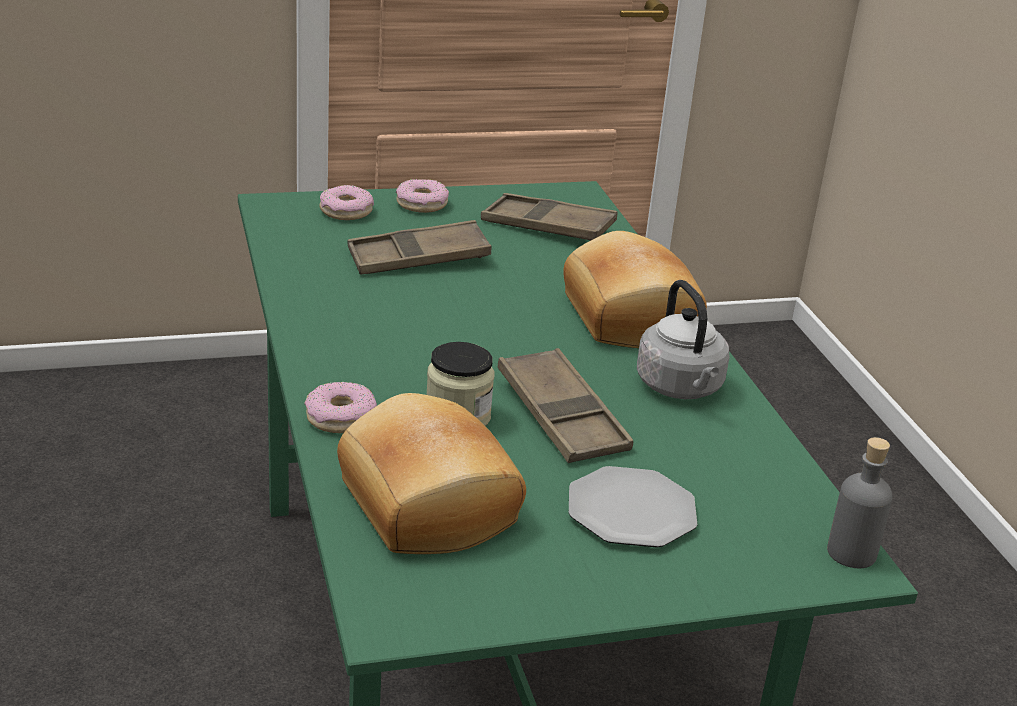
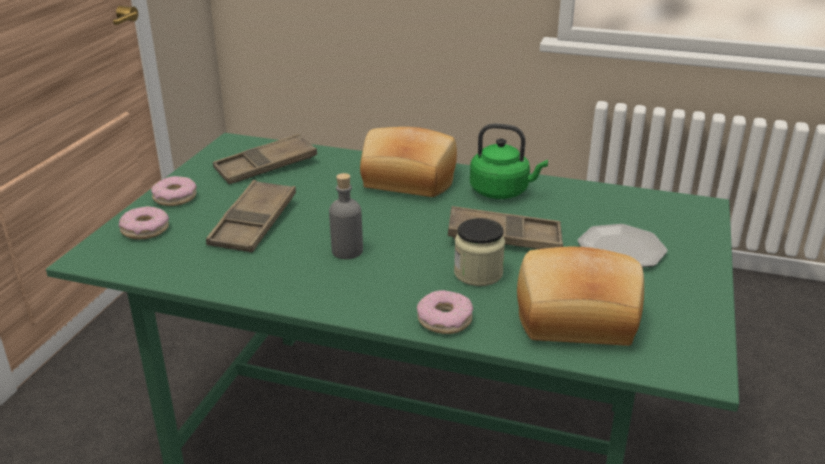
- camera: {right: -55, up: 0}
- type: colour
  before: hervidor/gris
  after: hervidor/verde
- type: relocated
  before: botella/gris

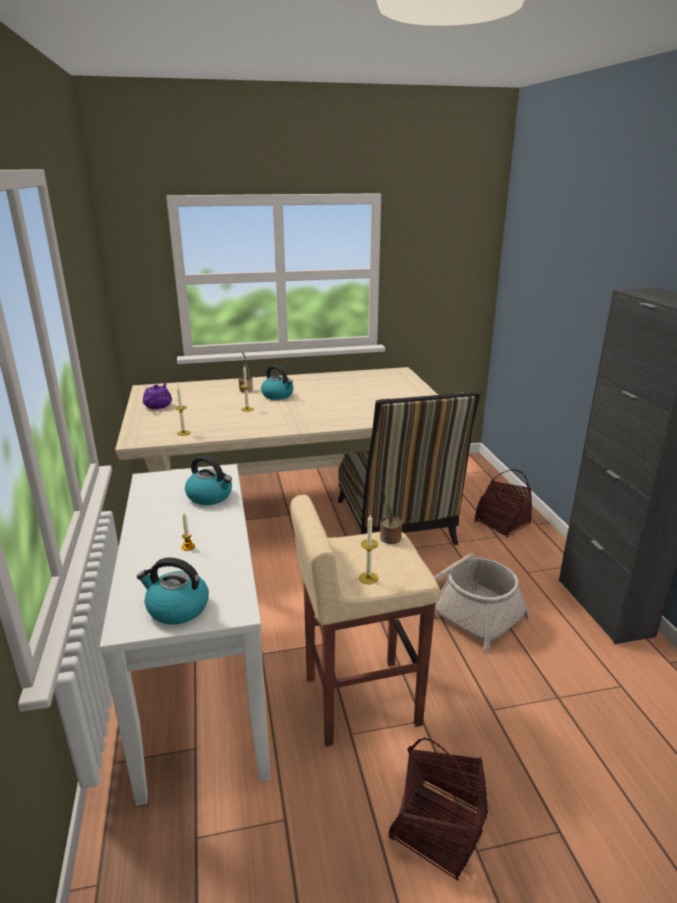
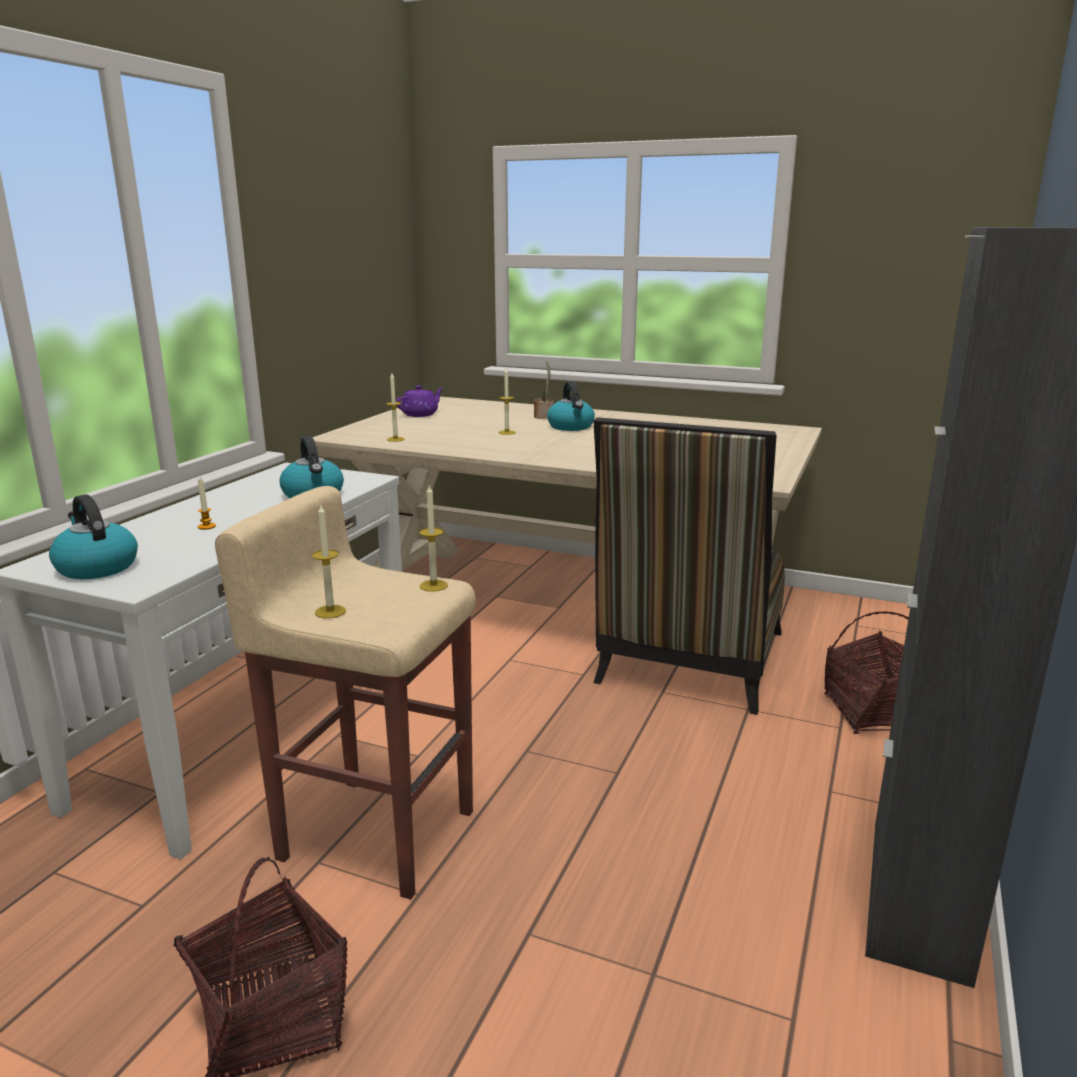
- camera: {right: 35, up: -5}
- type: exchanged
  before: planta en maceta (no. 2 from left)
  after: vela (no. 4 from left)
- type: missing
  before: cesta (no. 2 from left)

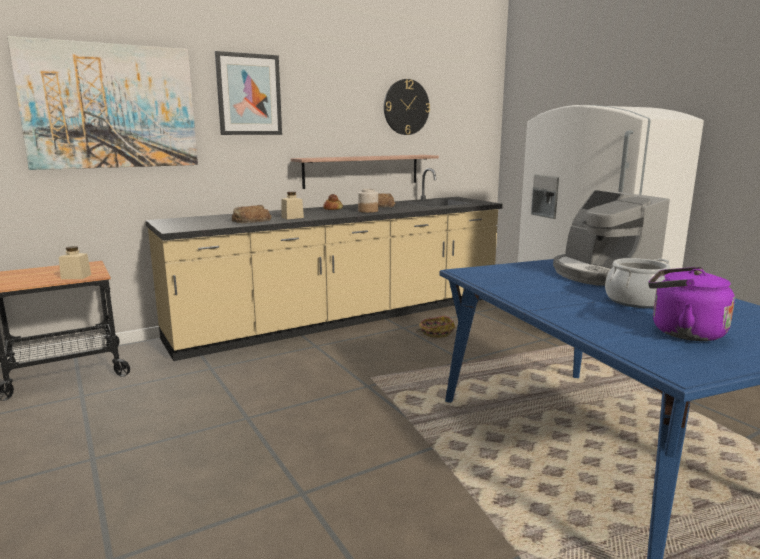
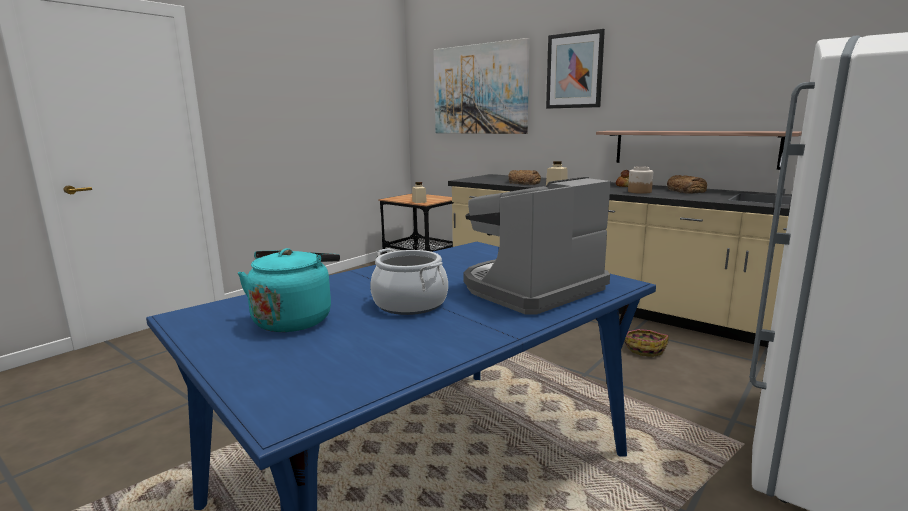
- camera: {right: 70, up: 0}
- type: missing
  before: reloj de pared
- type: colour
  before: hervidor/morado
  after: hervidor/turquesa

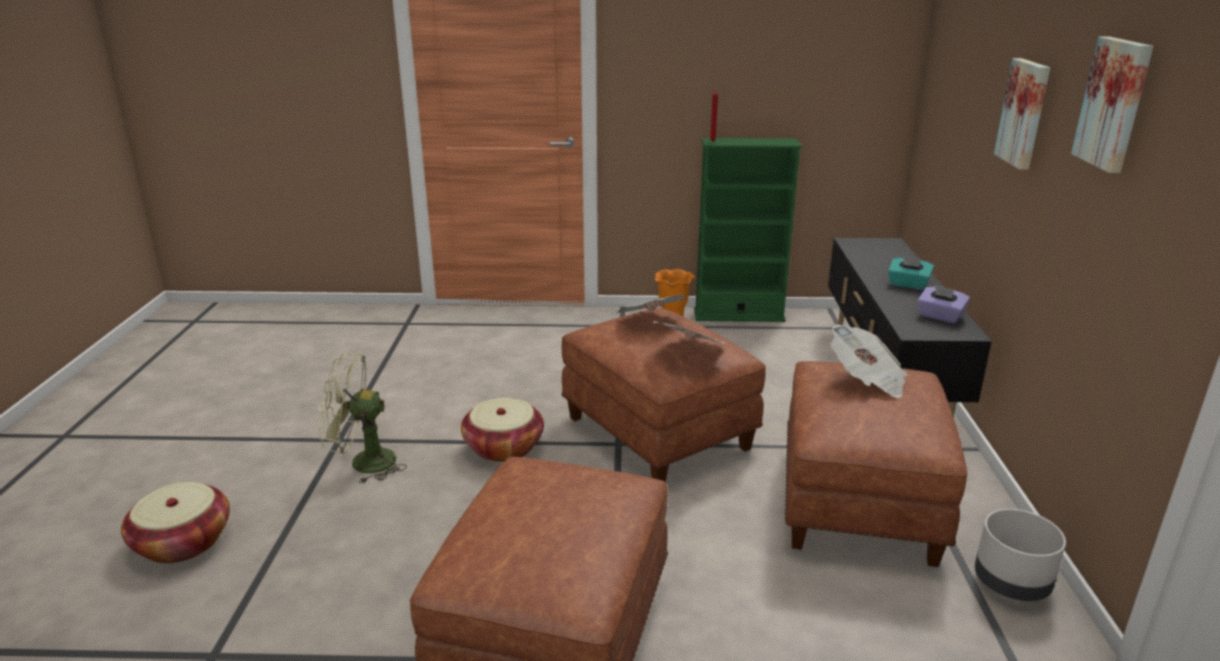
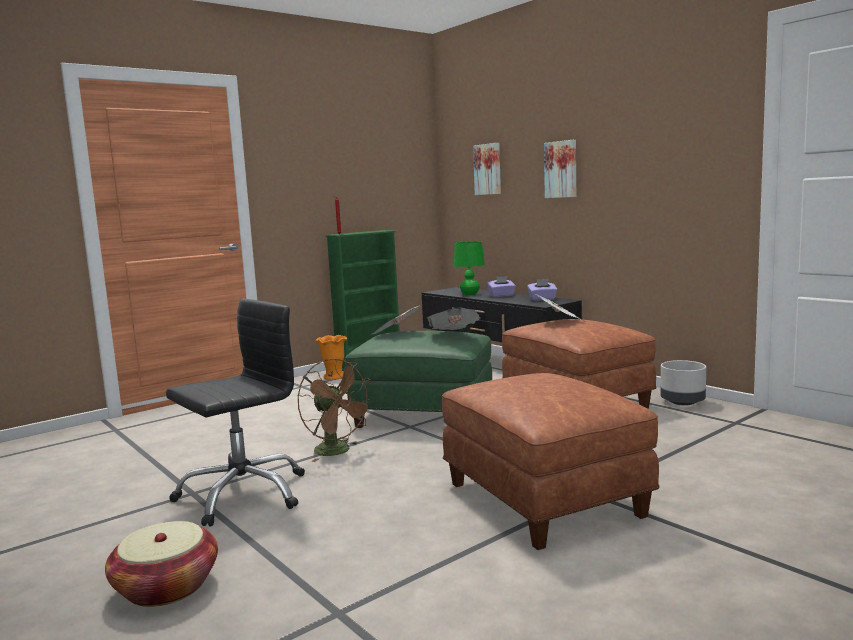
- camera: {right: -40, up: -15}
- type: exchanged
  before: ventilador/verde
  after: silla de oficina/negro
- type: exchanged
  before: cesta (no. 2 from left)
  after: ventilador/marrón
- type: colour
  before: puf/marrón (no. 2 from left)
  after: puf/verde
- type: colour
  before: caja de pañuelos/turquesa
  after: caja de pañuelos/morado (no. 1 from left)
- type: relocated
  before: cuadro (no. 2 from left in the first image)
  after: cuadro (no. 1 from left)
- type: appeared
  after: lámpara de mesa/verde

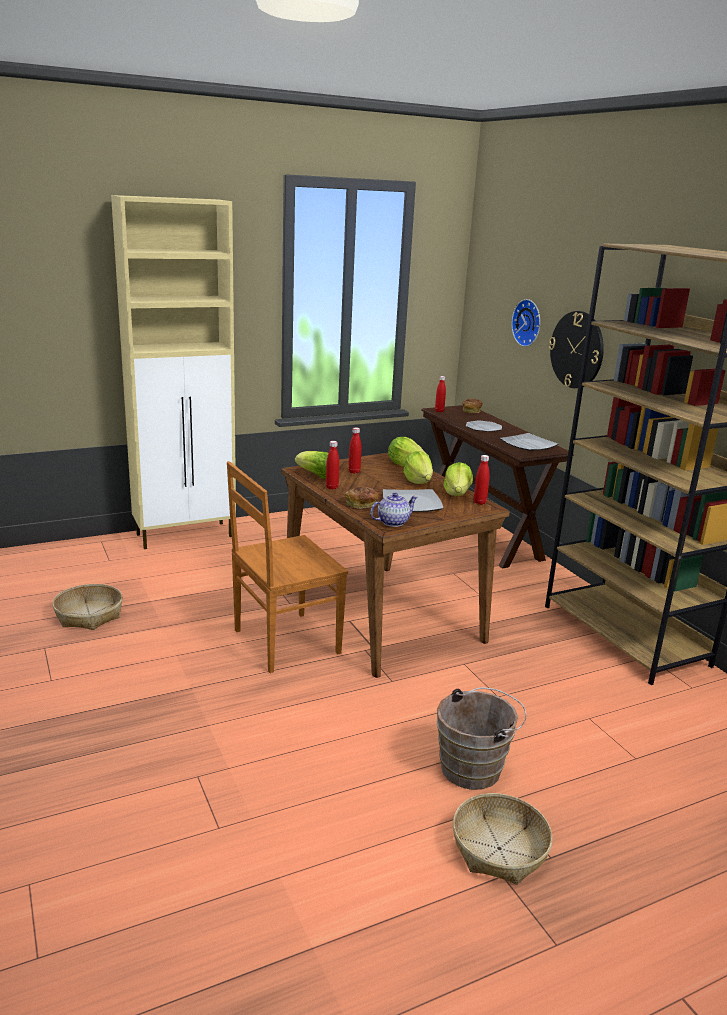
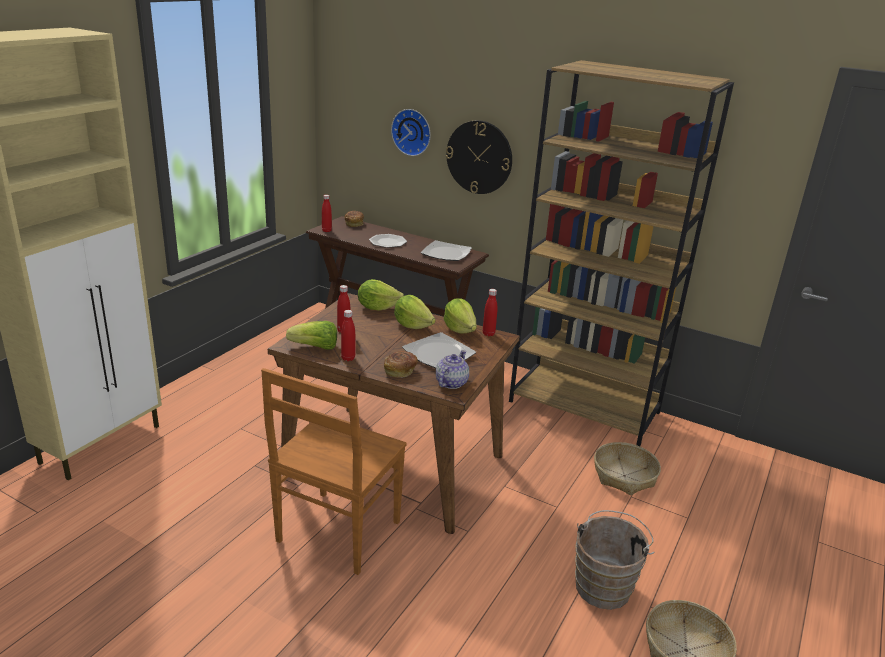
- camera: {right: -35, up: 5}
- type: relocated
  before: cesta (no. 1 from left)

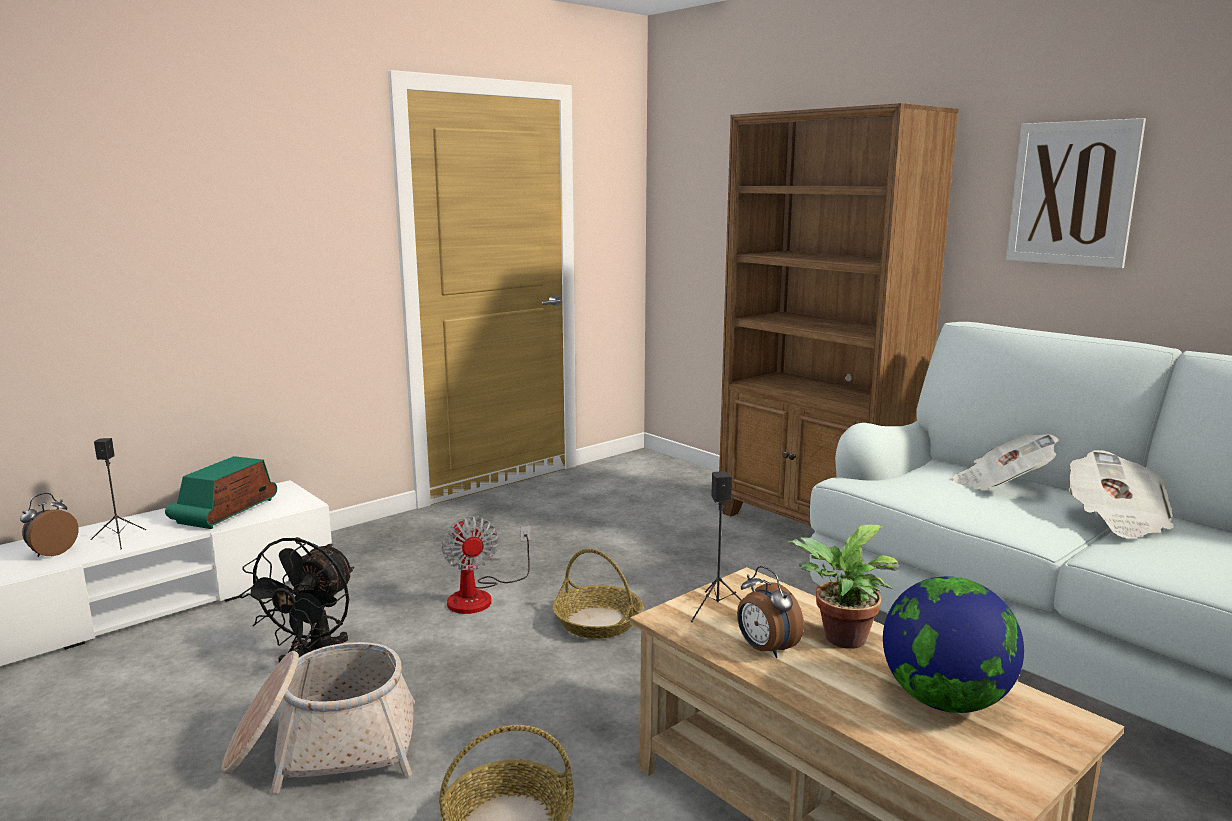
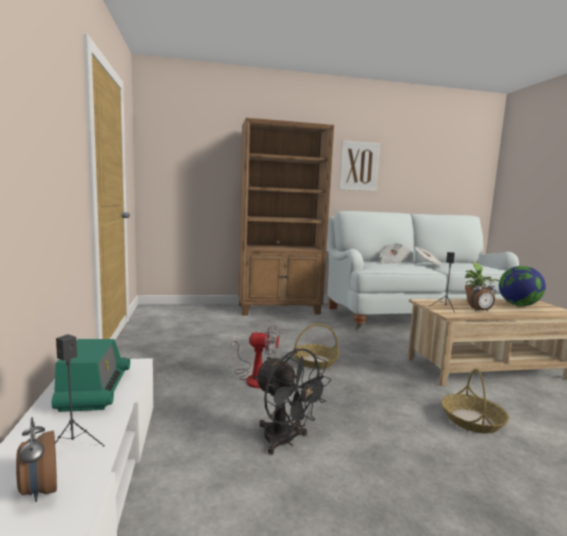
- camera: {right: -60, up: -5}
- type: spun
  before: radio
  turn: -150
- type: missing
  before: cesta (no. 1 from left)

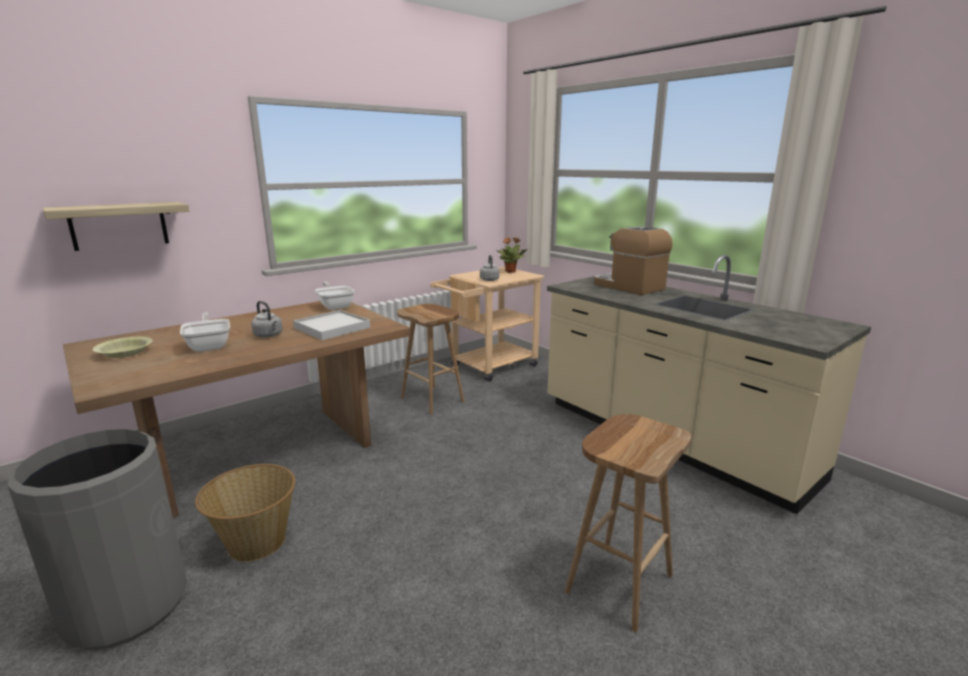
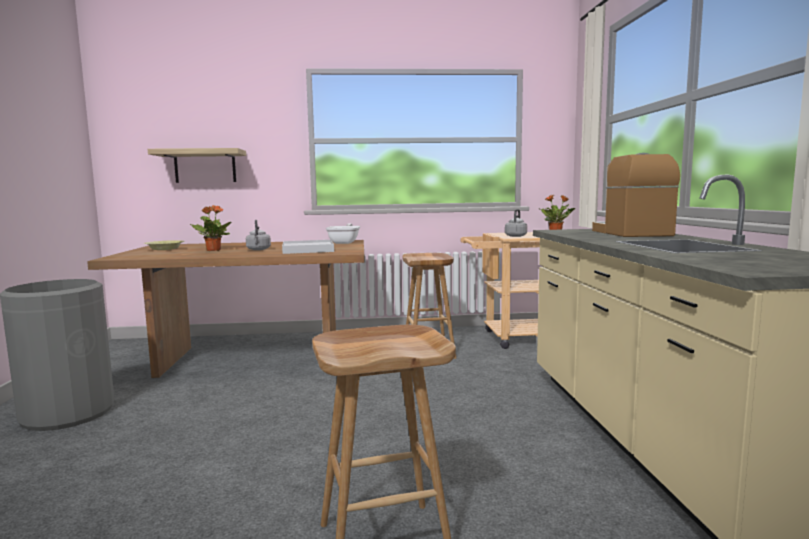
- camera: {right: 35, up: -10}
- type: exchanged
  before: sartén (no. 1 from left)
  after: planta en maceta (no. 1 from left)
- type: missing
  before: cesta

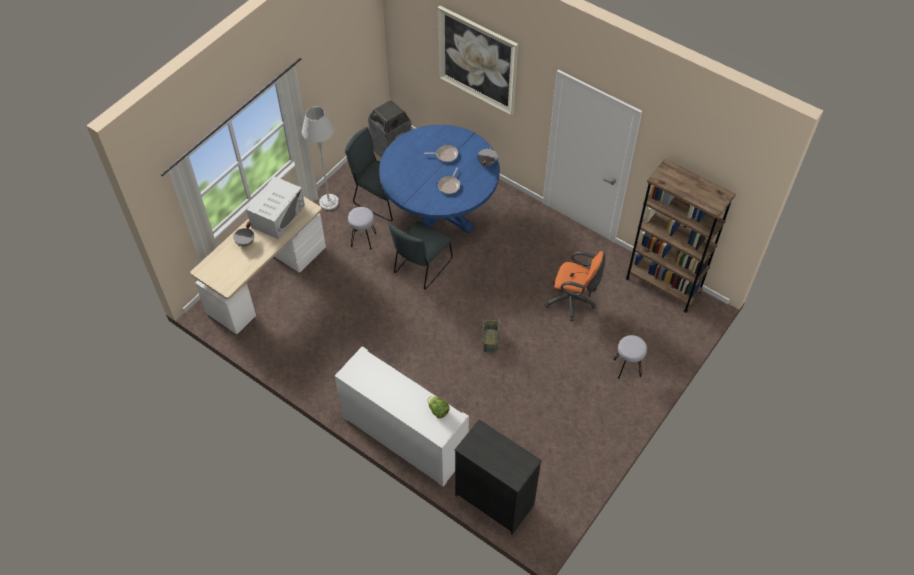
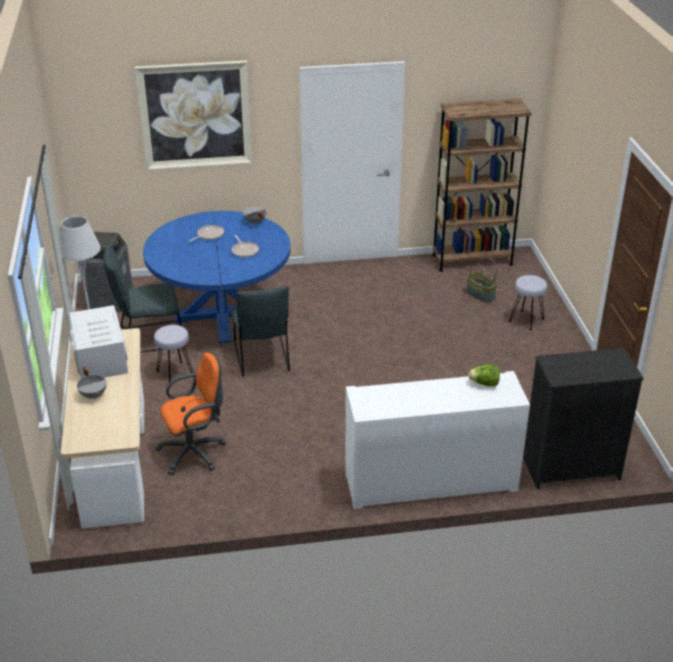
- camera: {right: -45, up: -20}
- type: relocated
  before: cesta
- type: relocated
  before: silla de oficina/naranja

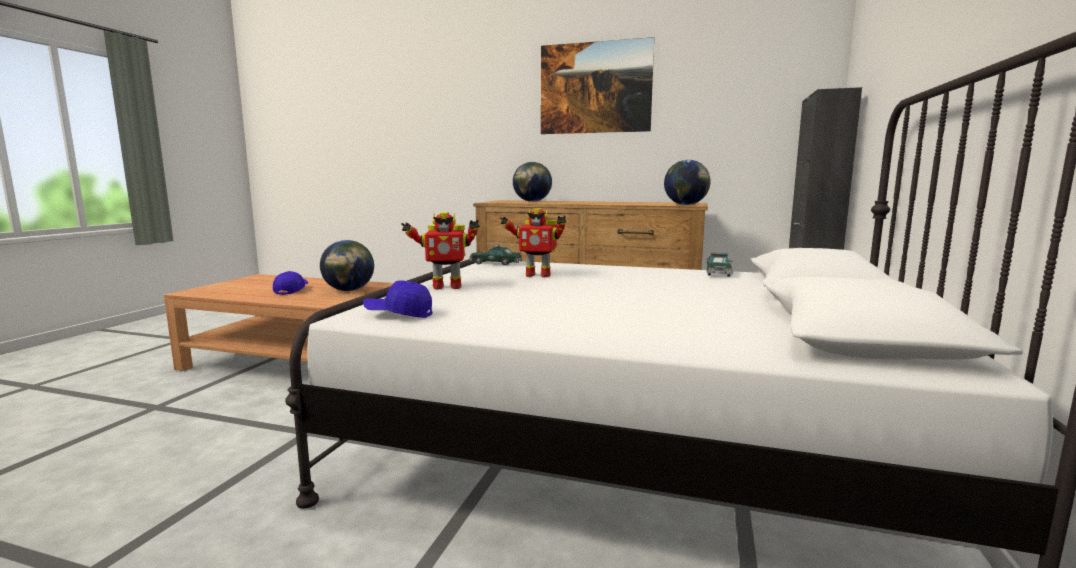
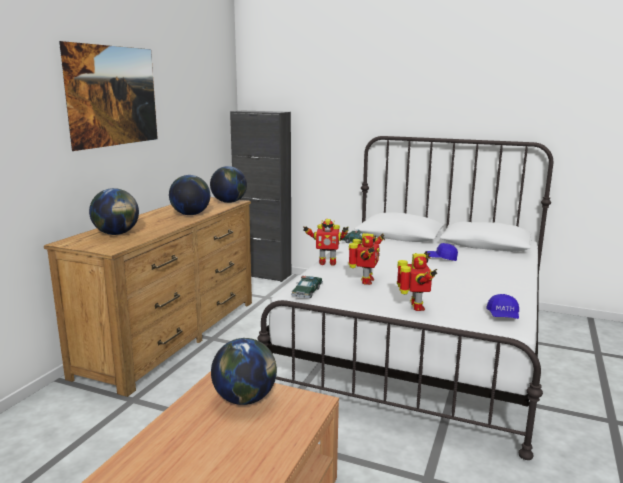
- camera: {right: -85, up: 5}
- type: relocated
  before: gorra/azul (no. 1 from left)
- type: appeared
  after: globo terráqueo (no. 2 from left)
- type: appeared
  after: robot de juguete (no. 1 from left)

